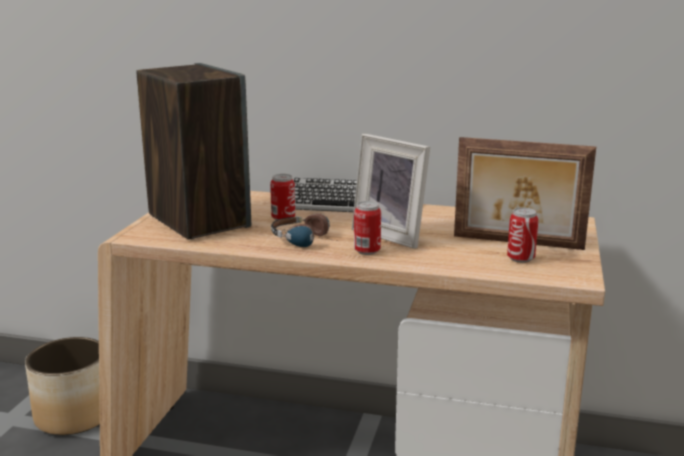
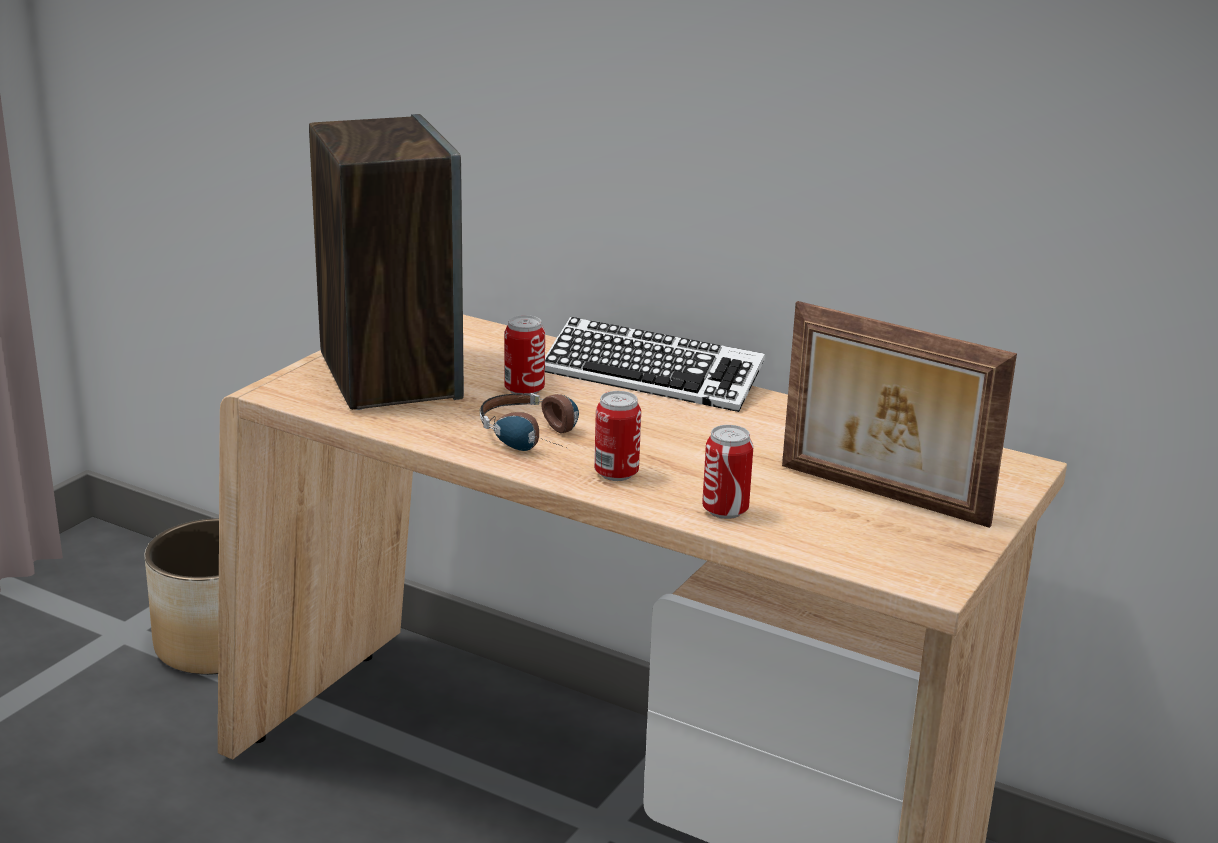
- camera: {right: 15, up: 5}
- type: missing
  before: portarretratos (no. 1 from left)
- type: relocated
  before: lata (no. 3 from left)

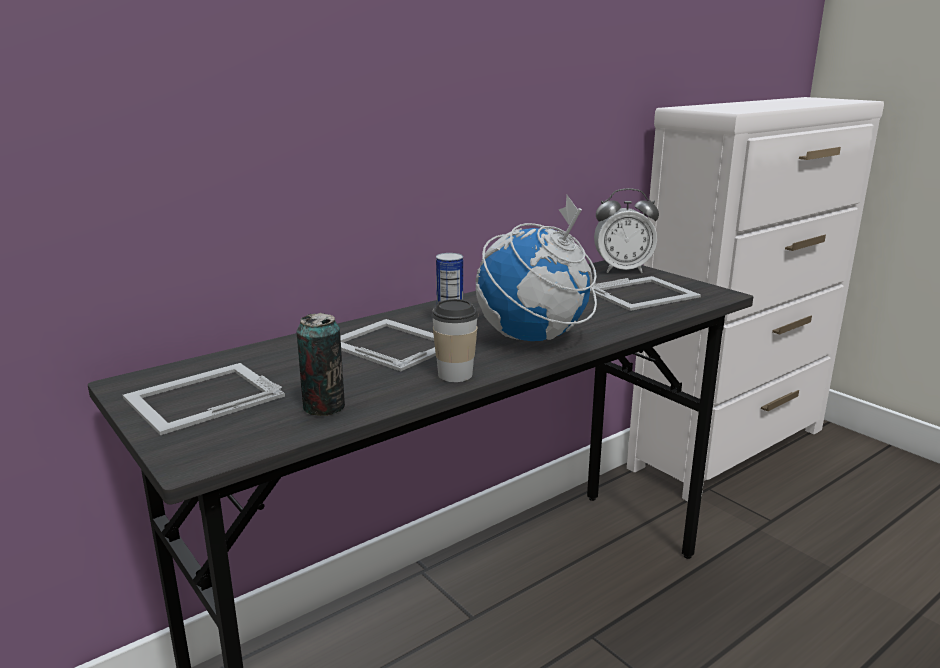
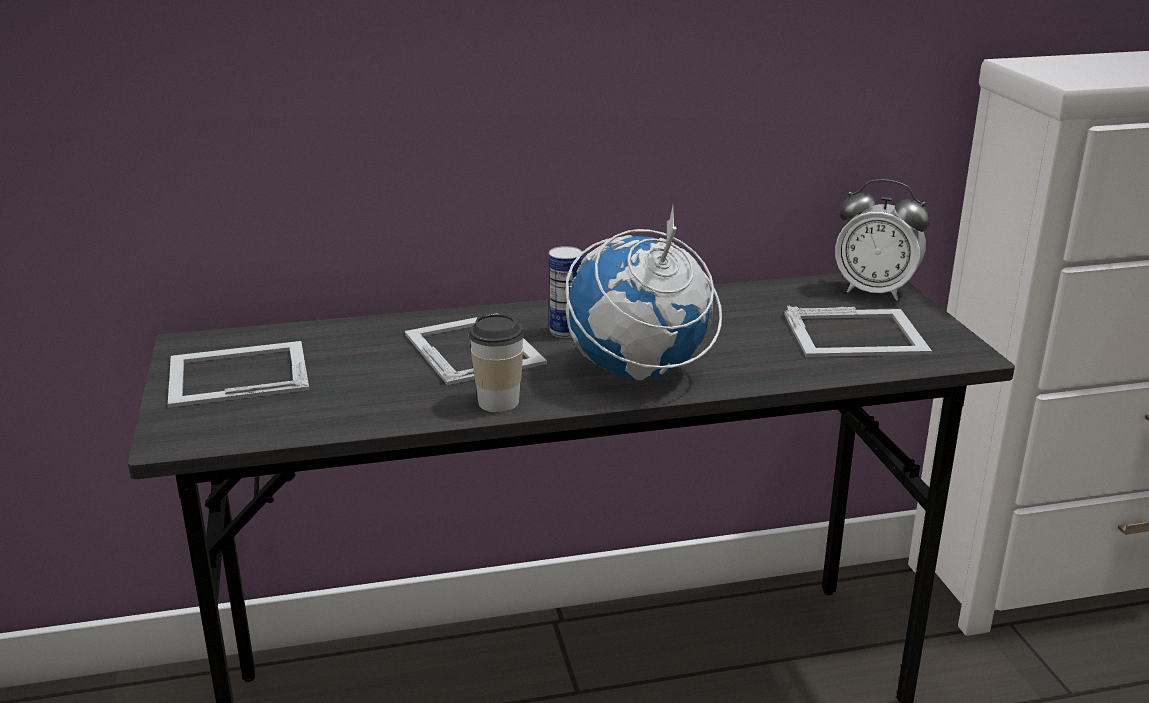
- camera: {right: 25, up: 5}
- type: missing
  before: lata (no. 1 from left)

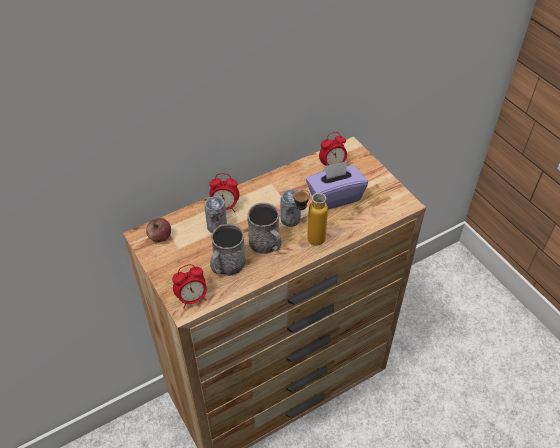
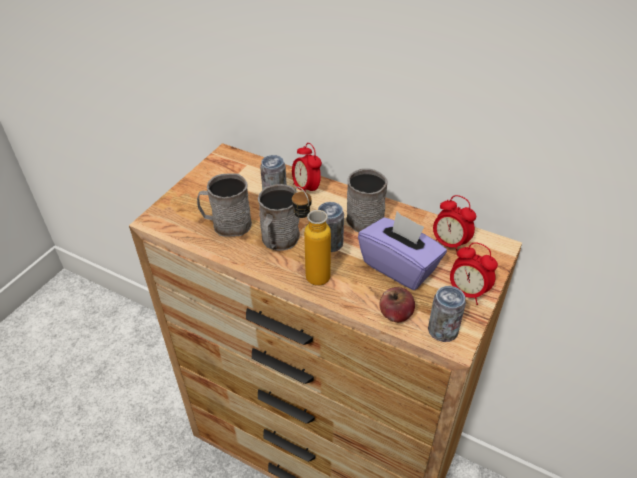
- camera: {right: 60, up: -5}
- type: relocated
  before: manzana
- type: relocated
  before: despertador (no. 1 from left in the first image)
  after: despertador (no. 3 from left)
- type: appeared
  after: taza grande/gris (no. 3 from left)
- type: appeared
  after: lata (no. 3 from left)

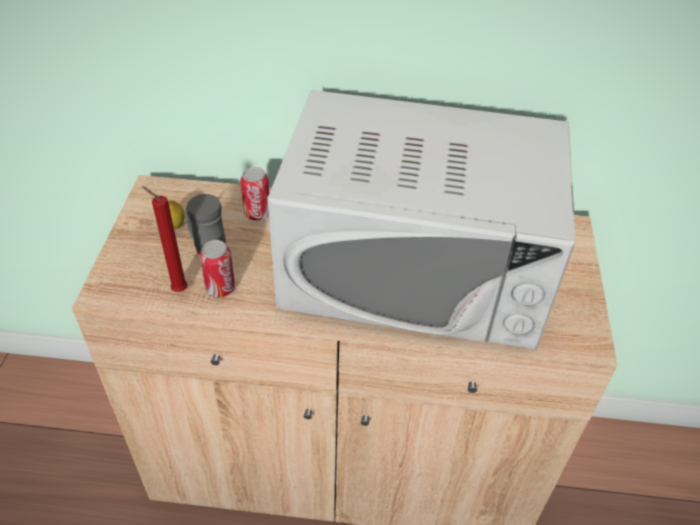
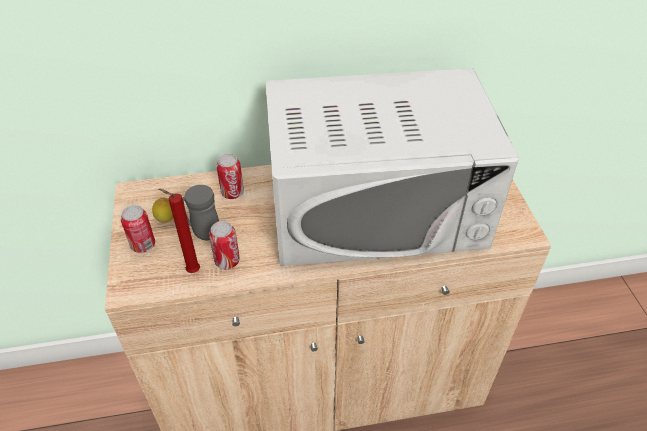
- camera: {right: -15, up: 0}
- type: appeared
  after: lata (no. 1 from left)

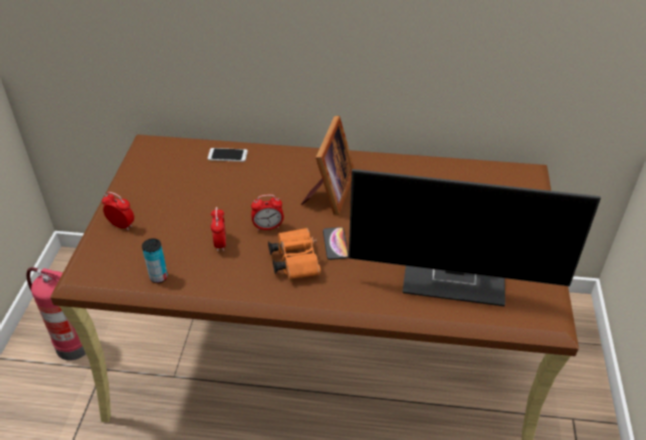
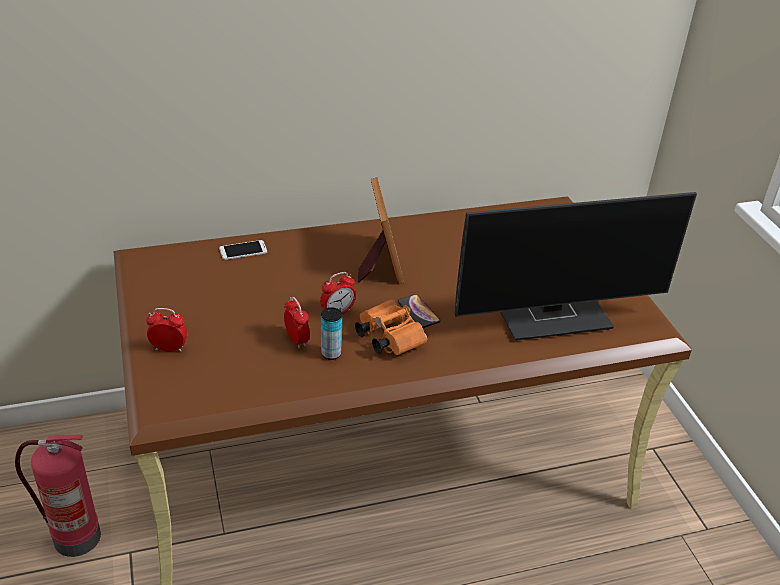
- camera: {right: -25, up: -5}
- type: relocated
  before: lata

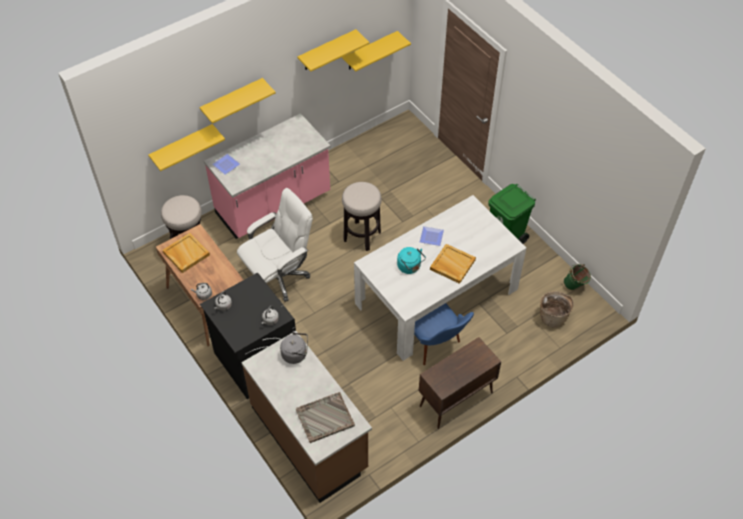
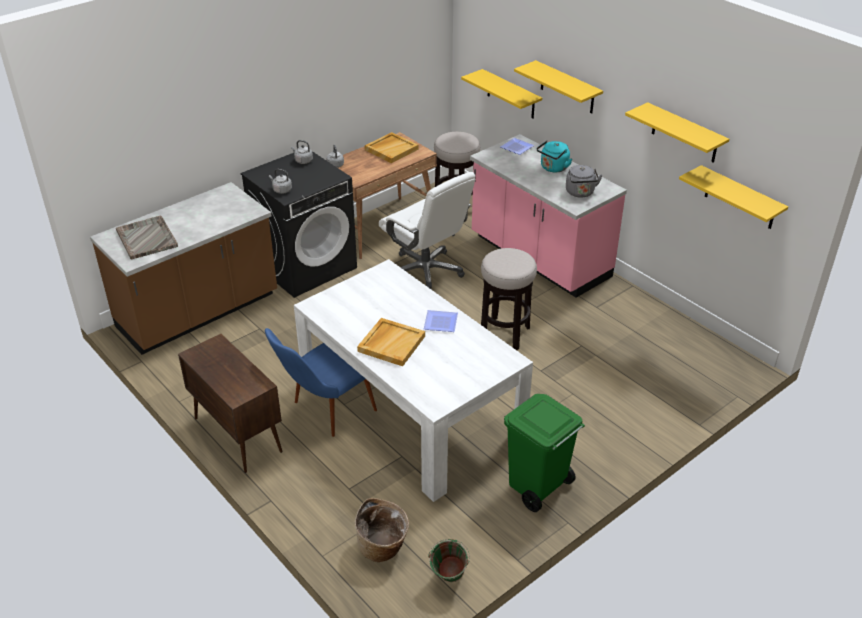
- camera: {right: 85, up: -15}
- type: relocated
  before: hervidor/gris (no. 4 from left)
- type: relocated
  before: hervidor/turquesa

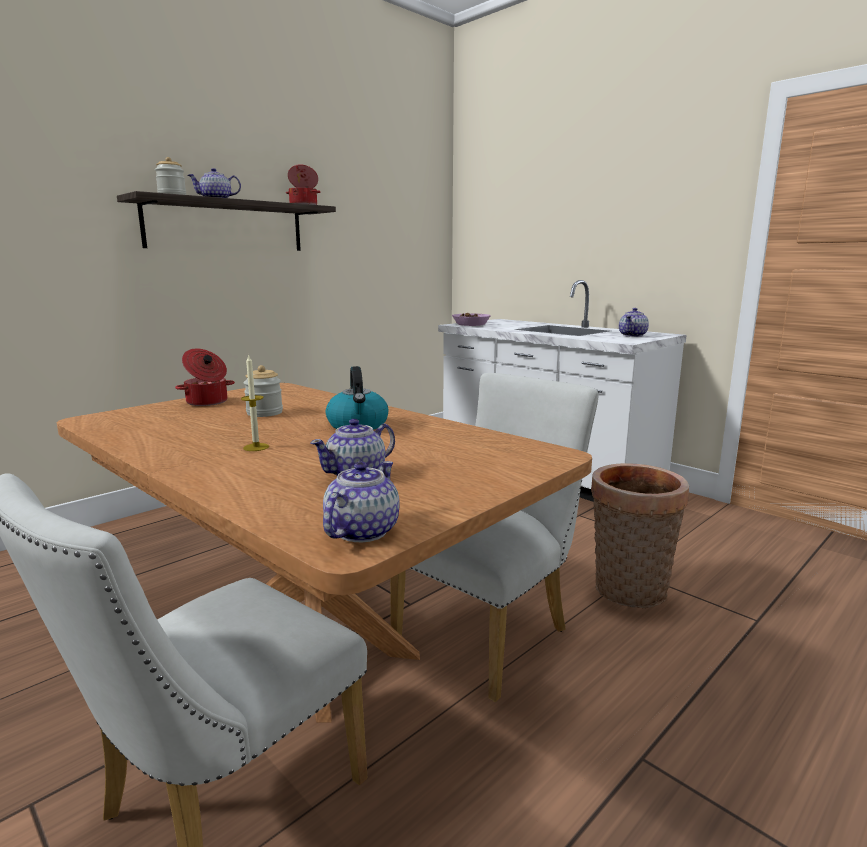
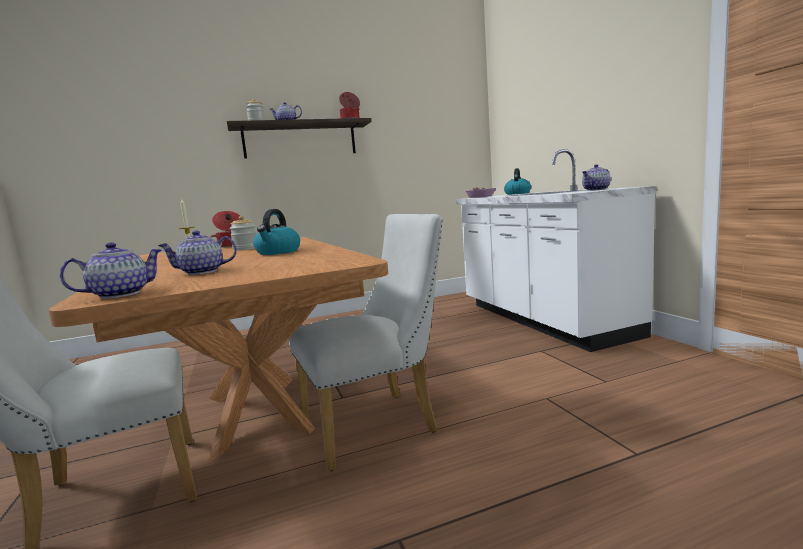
- camera: {right: 25, up: -5}
- type: missing
  before: cesta
- type: appeared
  after: hervidor (no. 2 from left)

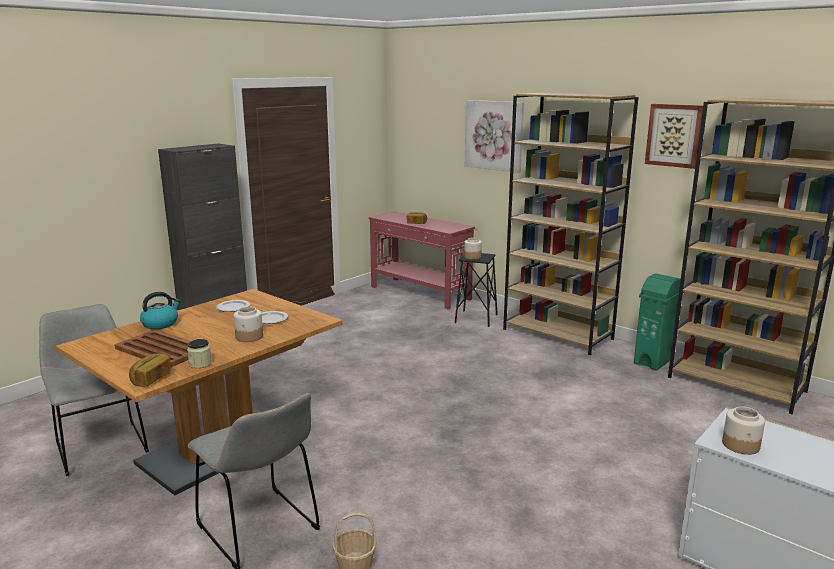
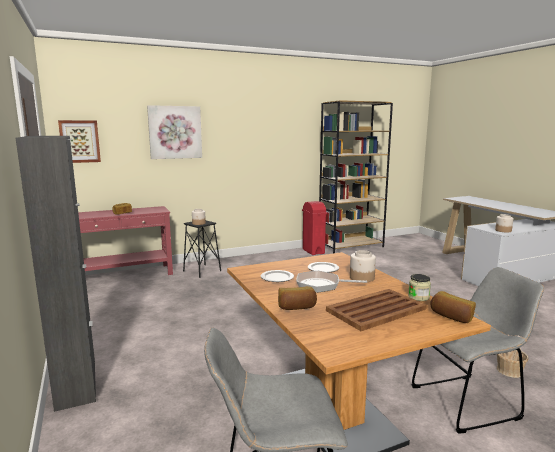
- camera: {right: -65, up: -5}
- type: exchanged
  before: hervidor
  after: pan (no. 2 from left)
- type: missing
  before: estantería/marrón (no. 1 from left)
- type: colour
  before: papelera/verde
  after: papelera/rojo
- type: relocated
  before: cuadro (no. 2 from left in the first image)
  after: cuadro (no. 1 from left)
- type: appeared
  after: sartén

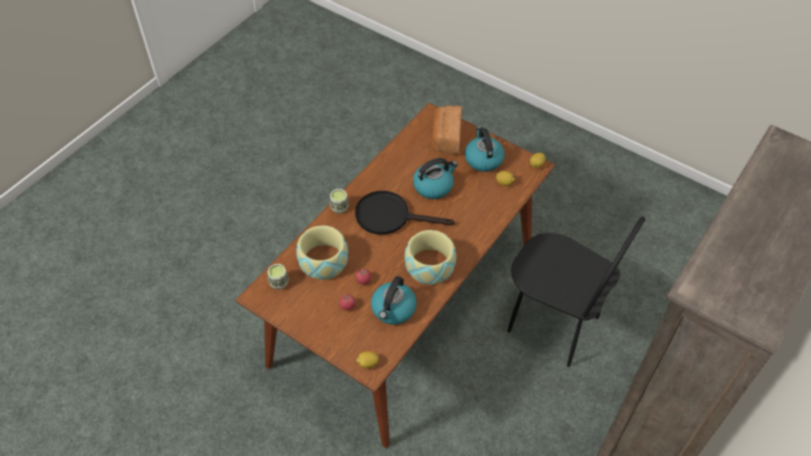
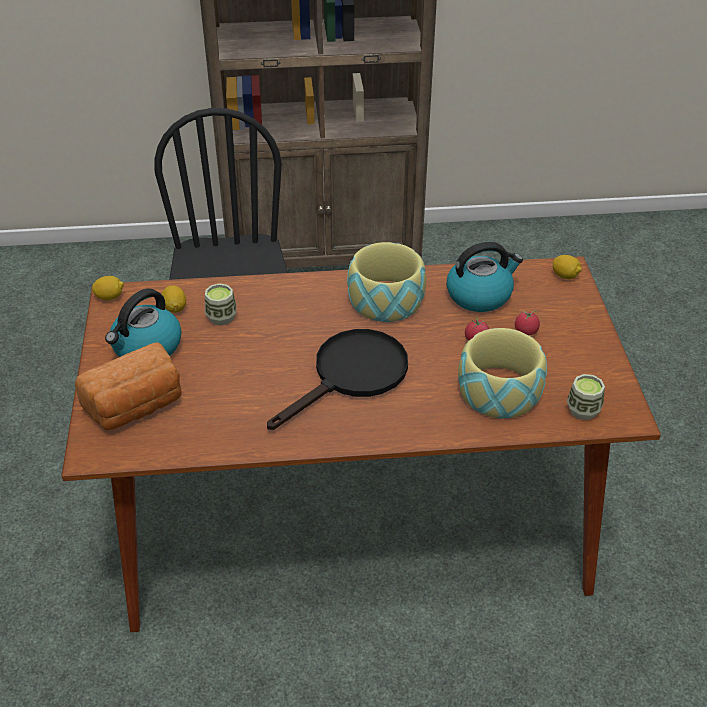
- camera: {right: -130, up: -10}
- type: relocated
  before: taza (no. 2 from left in the first image)
  after: taza (no. 1 from left)
- type: spun
  before: sartén/negro
  turn: -105
- type: missing
  before: hervidor (no. 2 from left)

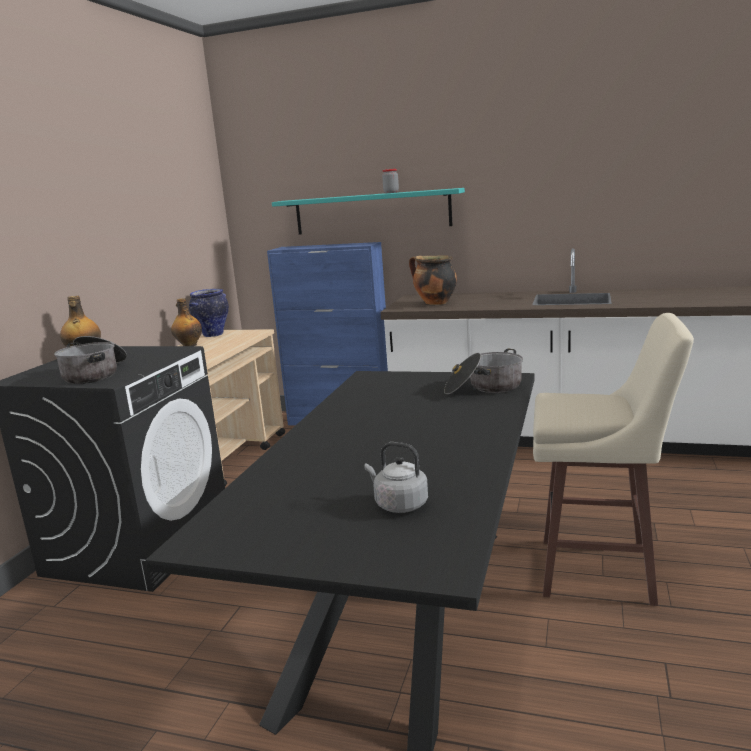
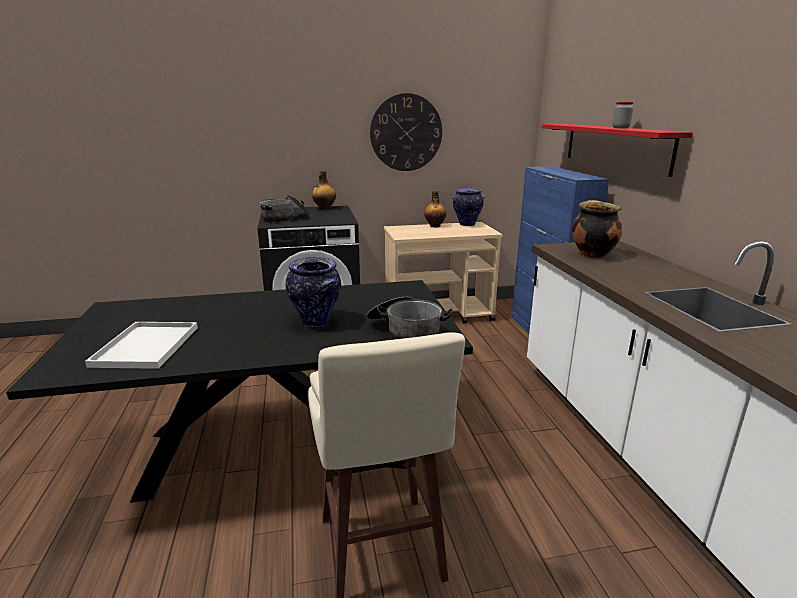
- camera: {right: 60, up: 5}
- type: colour
  before: estante/turquesa
  after: estante/rojo
- type: exchanged
  before: hervidor/gris
  after: bandeja/blanco
- type: appeared
  after: florero (no. 1 from left)
- type: appeared
  after: reloj de pared

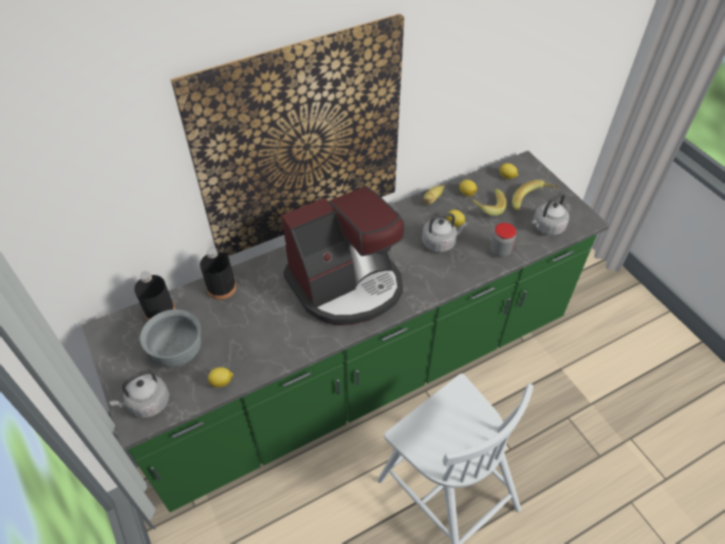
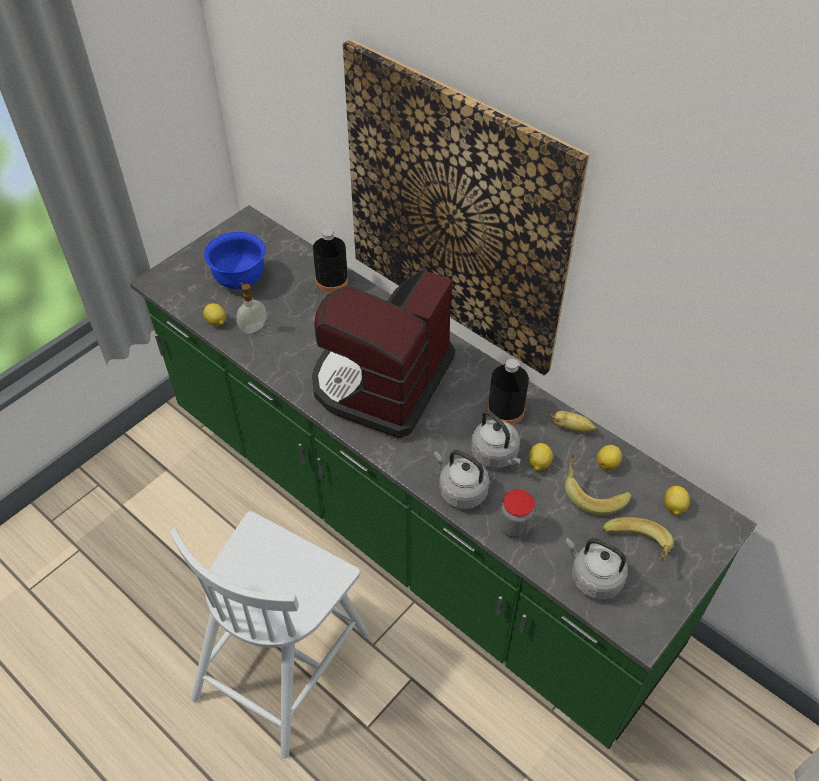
- camera: {right: 70, up: 0}
- type: relocated
  before: hervidor/gris (no. 1 from left)
- type: relocated
  before: botella/negro (no. 1 from left in the first image)
  after: botella/negro (no. 2 from left)
- type: colour
  before: cuenco/gris
  after: cuenco/azul
- type: spun
  before: cafetera
  turn: 75
- type: appeared
  after: dispensador de jabón

